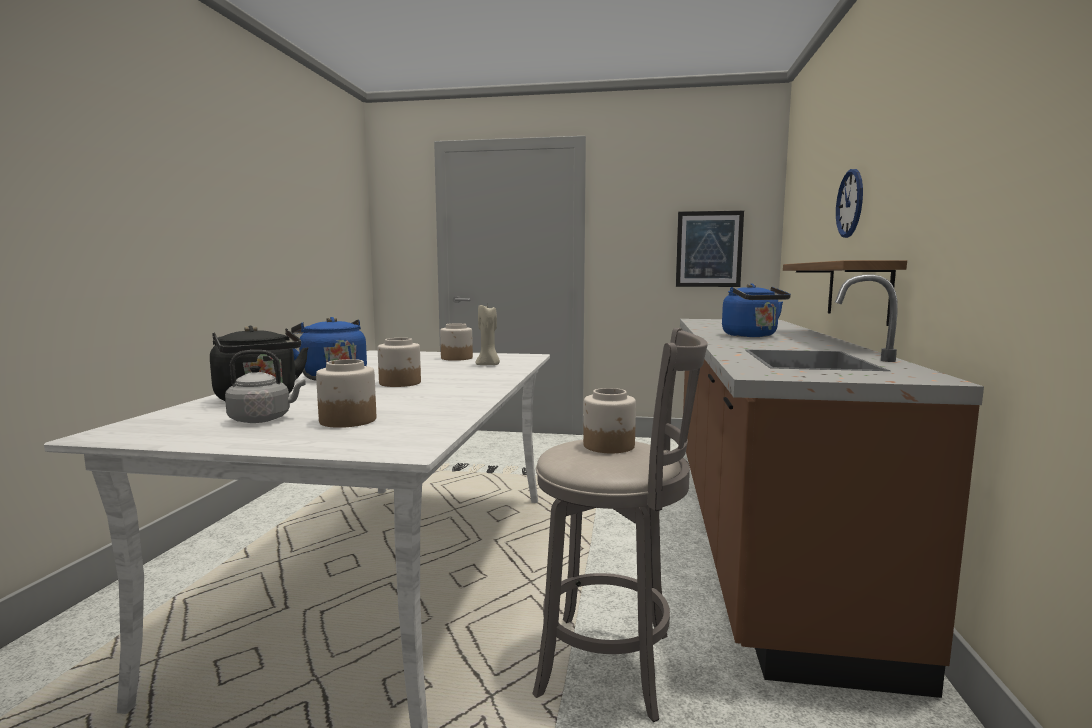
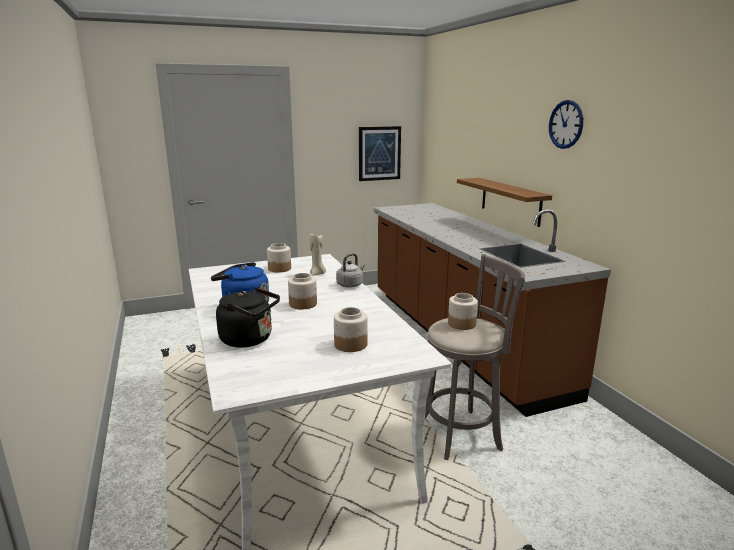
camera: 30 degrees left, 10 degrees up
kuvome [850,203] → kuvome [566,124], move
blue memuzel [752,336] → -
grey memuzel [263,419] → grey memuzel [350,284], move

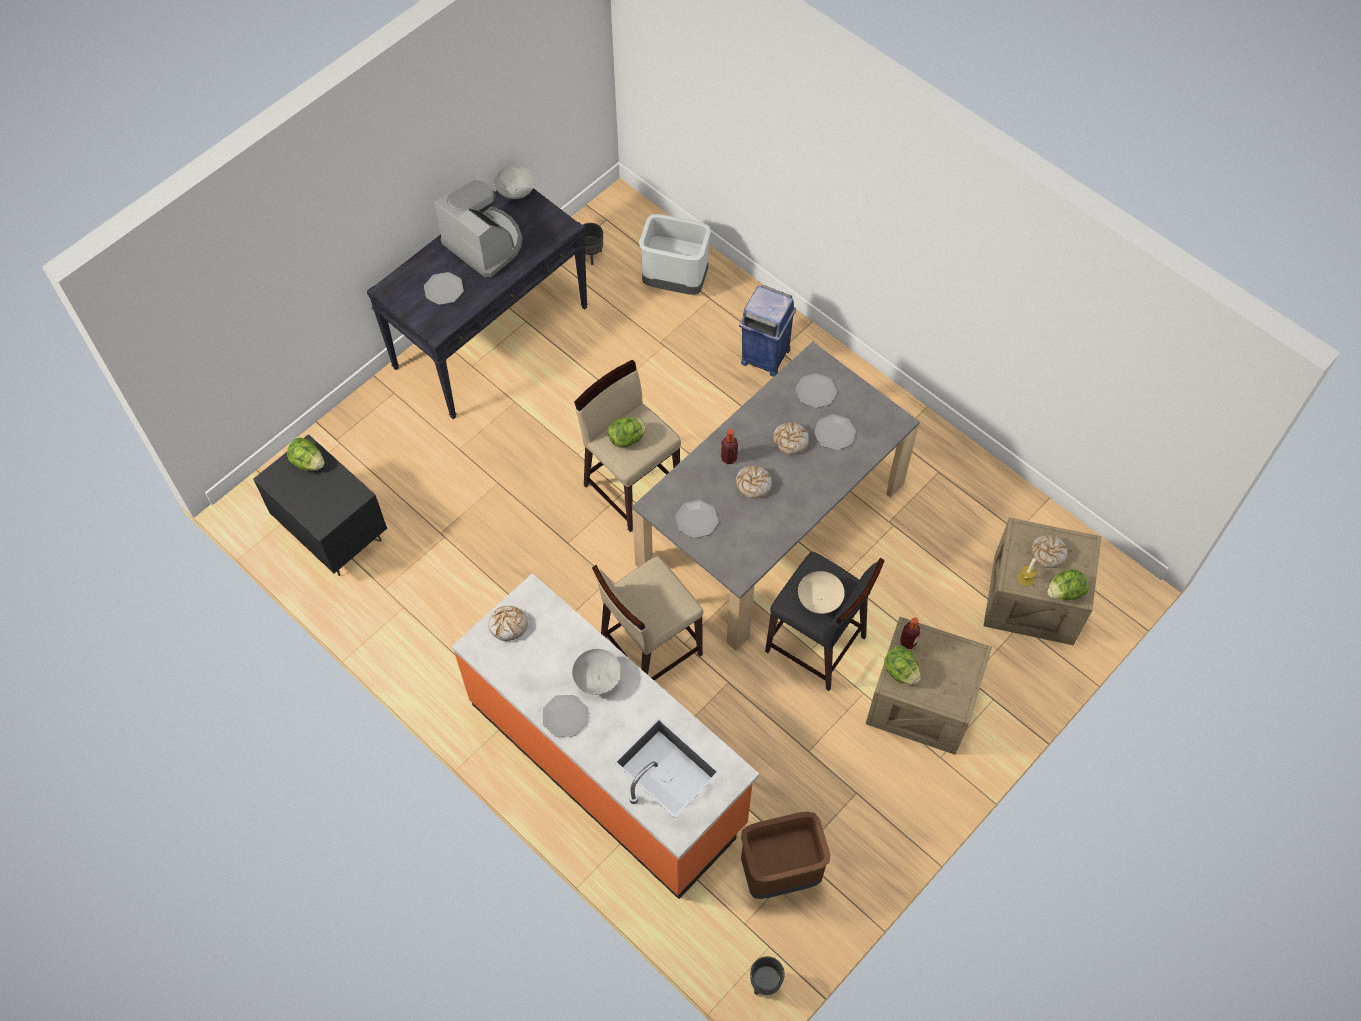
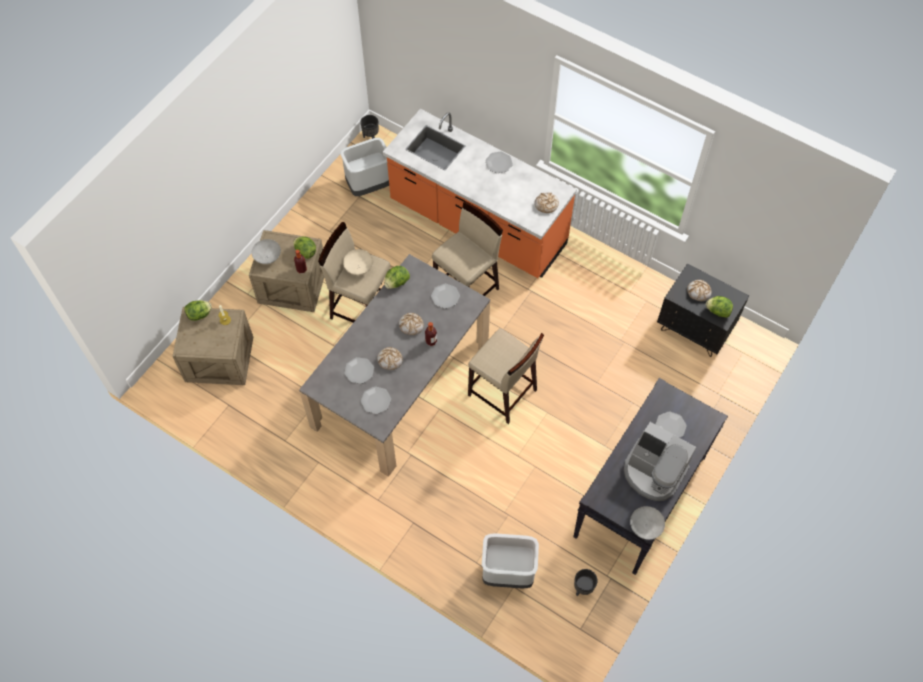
camera: 170 degrees right, 0 degrees up
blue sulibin [764,356] → -
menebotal [627,439] → menebotal [396,282], move
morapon [1047,553] → morapon [699,292], move
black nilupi [816,645] → beige nilupi [361,308]
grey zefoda [596,678] → grey zefoda [268,257], move
brown sulibin [780,871] → grey sulibin [369,187]

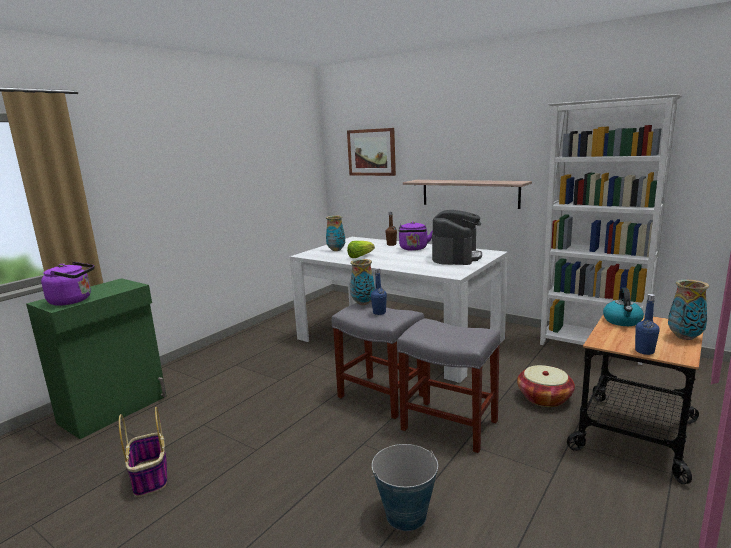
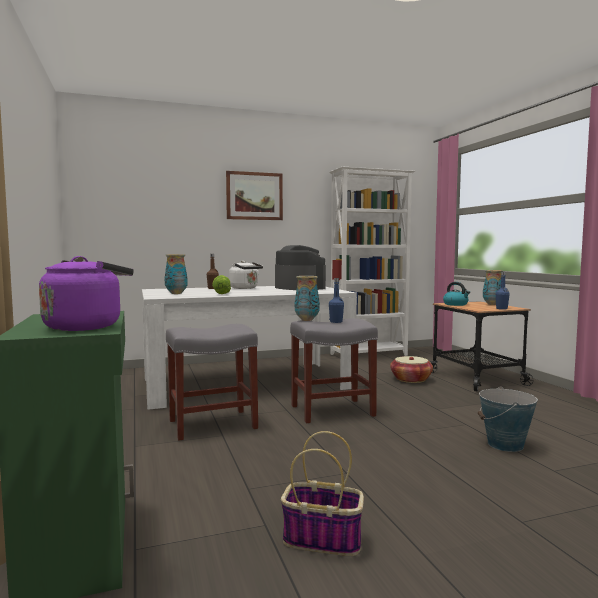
camera: 55 degrees left, 10 degrees down
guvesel [371,152] → guvesel [254,196], move
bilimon [469,193] → -
purple memuzel [413,249] → white memuzel [245,288]
grey nilupi [448,425] → grey nilupi [211,424], move

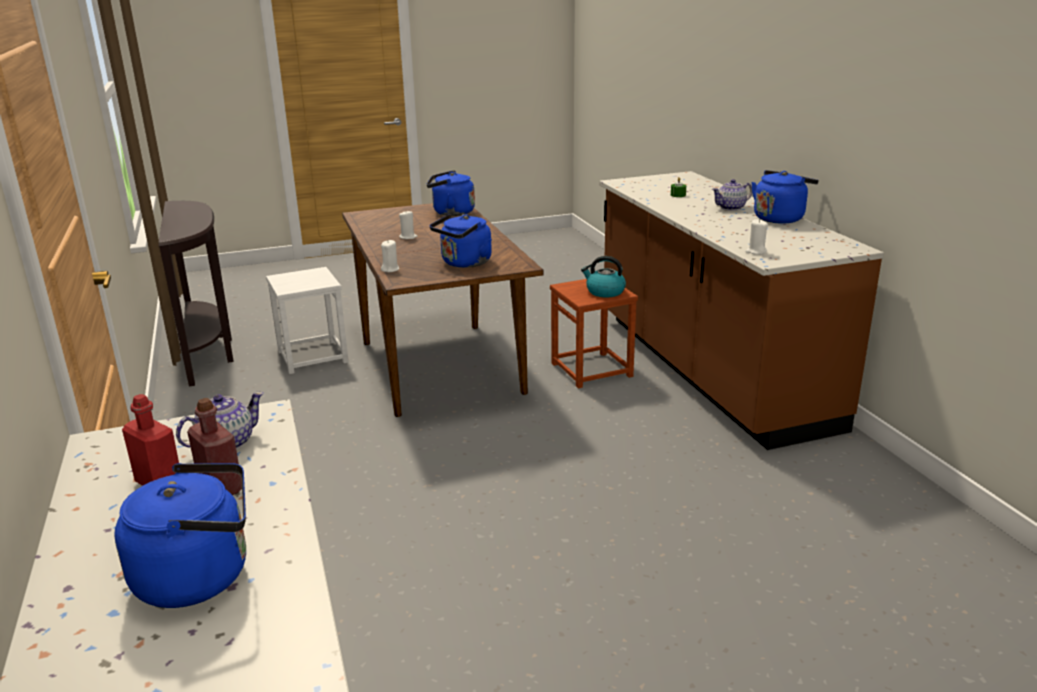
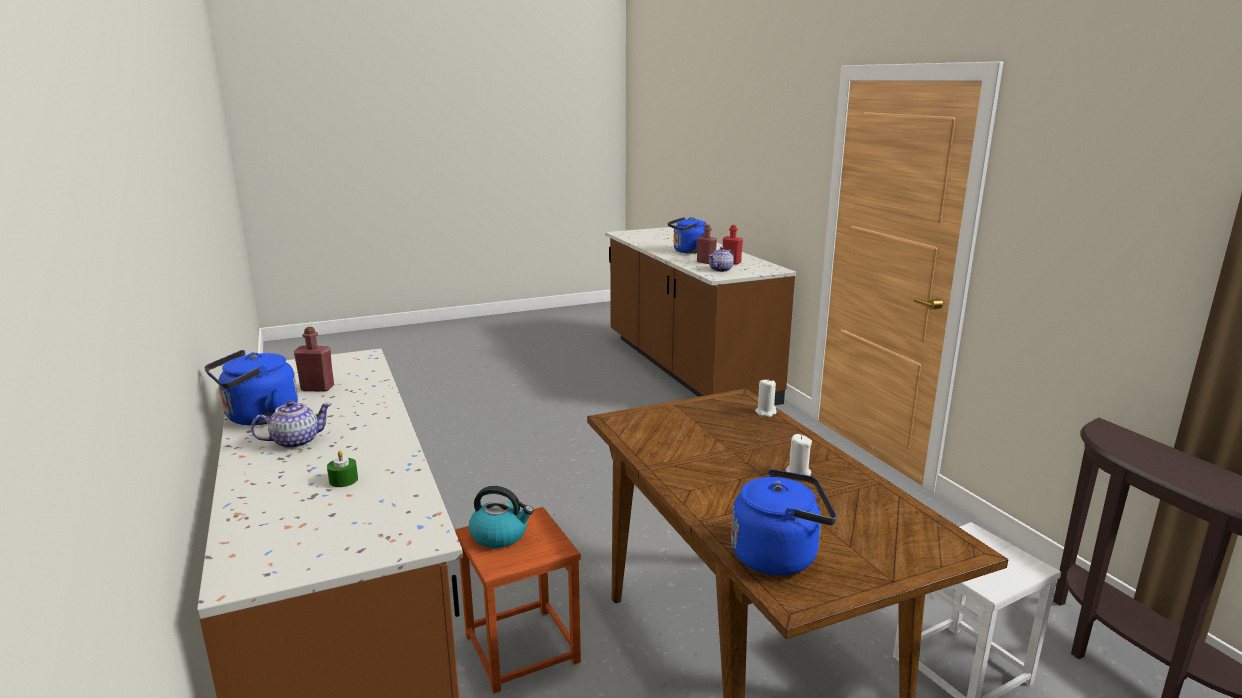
camera: 175 degrees right, 5 degrees down
blue memuzel [464,263] → -
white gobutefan [756,251] → -
- → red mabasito [317,388]

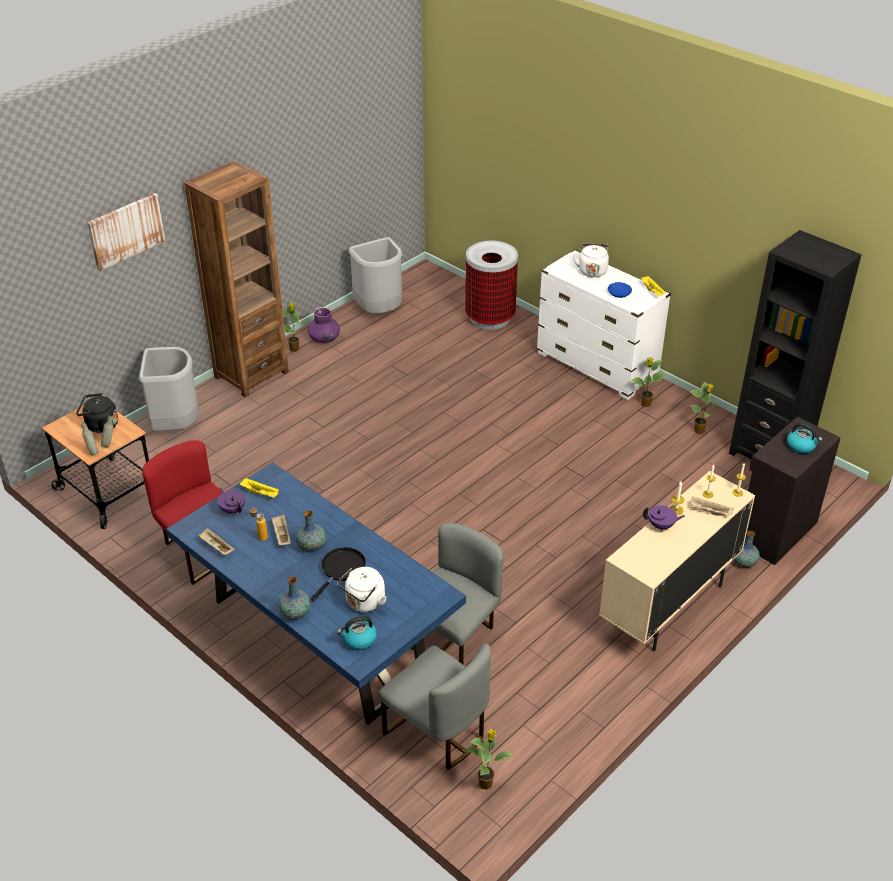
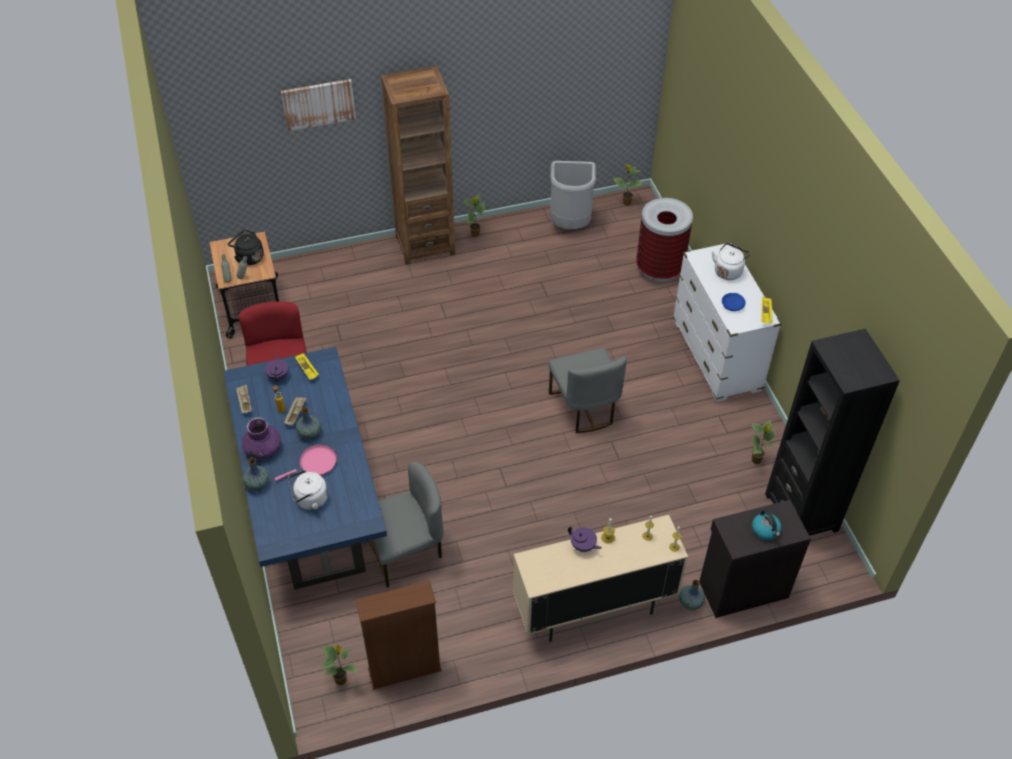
camera: 30 degrees right, 10 degrees up
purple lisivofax [324,338] → purple lisivofax [263,448], move
grey sulibin [176,426] → -
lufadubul [645,404] → lufadubul [626,203], move
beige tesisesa [709,512] → -
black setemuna [341,569] → pink setemuna [315,463]
memuzel [359,640] → -
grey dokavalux [437,732] → grey dokavalux [584,407], move
- → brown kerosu [404,670]

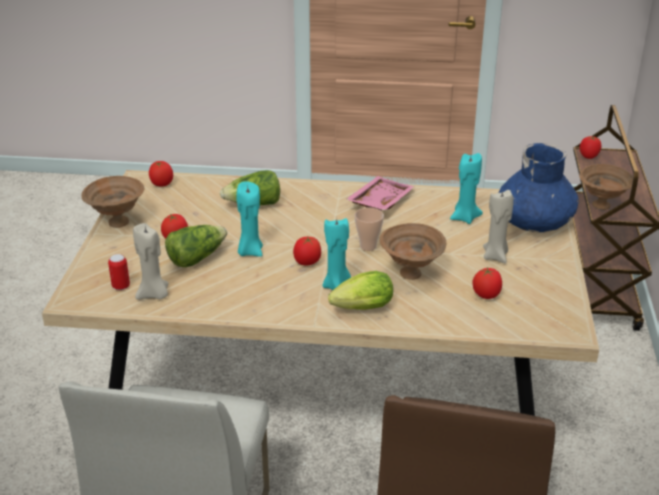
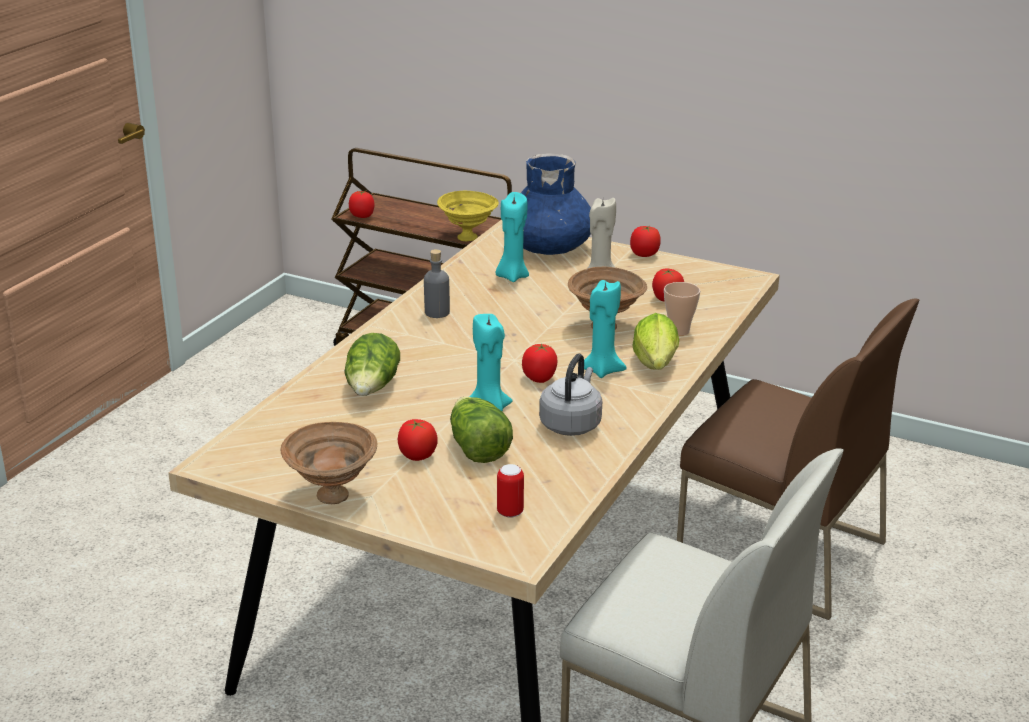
camera: 70 degrees left, 5 degrees down
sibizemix [161,184] → sibizemix [644,255], move
brown zefoda [602,205] → yellow zefoda [468,237]
pink tesisesa [379,202] → grey mabasito [437,312]
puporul [368,246] → puporul [679,331], move
beige gobutefan [154,294] → -
- → grey memuzel [571,424]

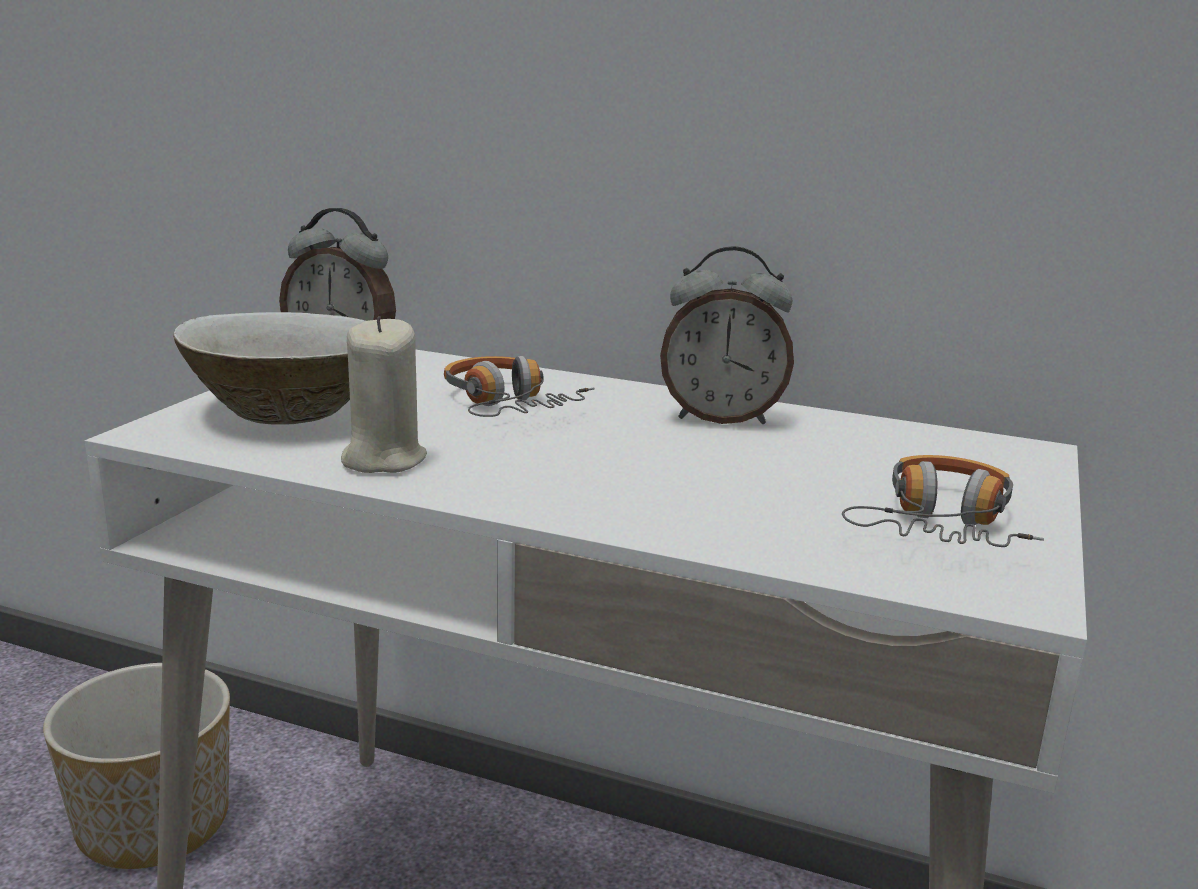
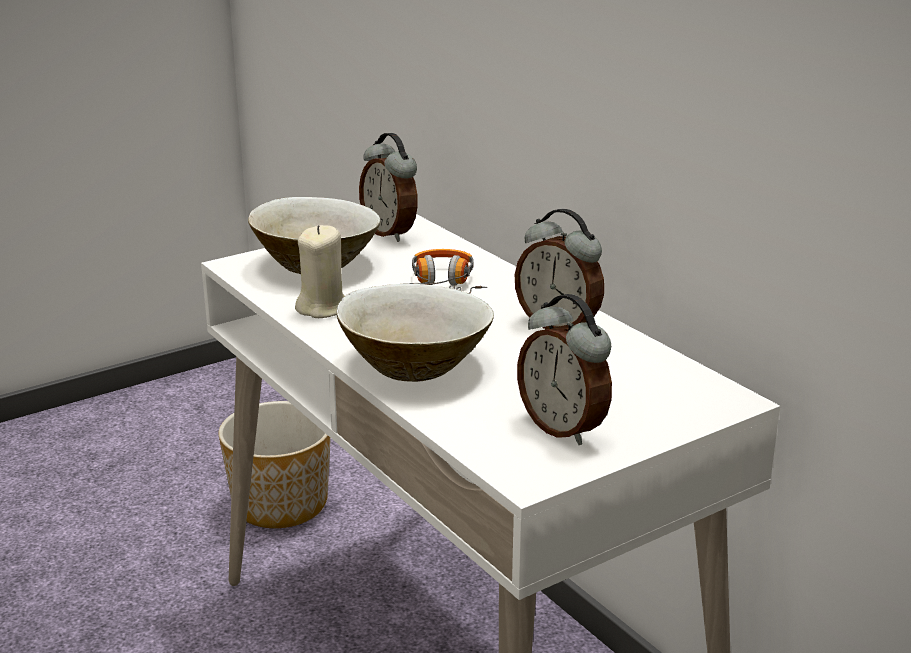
camera: 35 degrees right, 5 degrees up
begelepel [940,524] → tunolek [564,428]
- → beige zefoda [415,366]

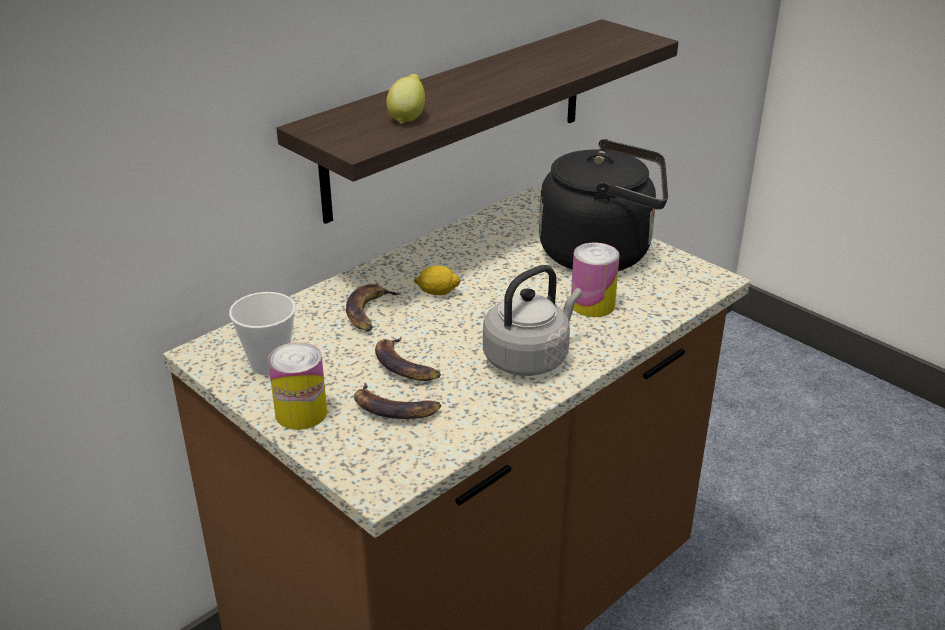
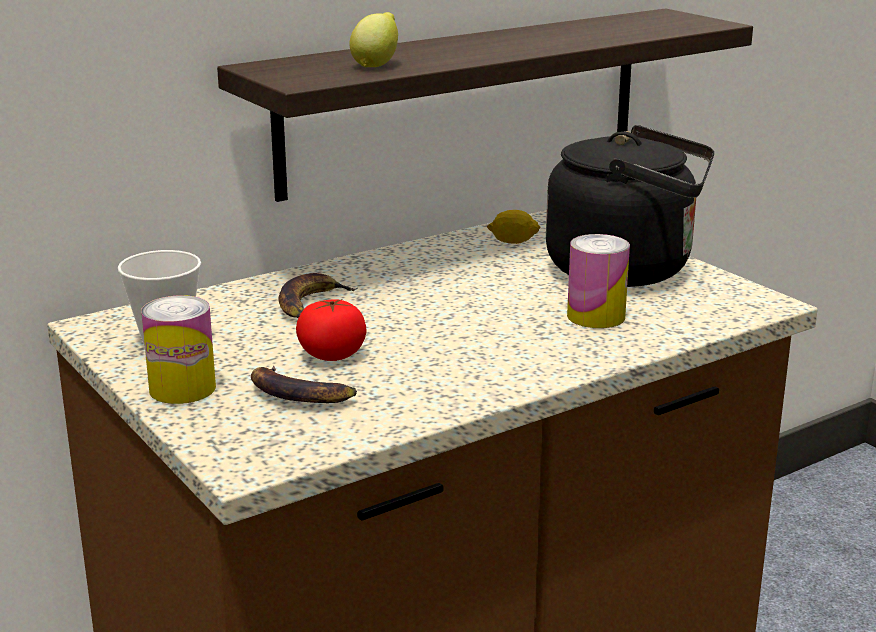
camera: 10 degrees right, 10 degrees down
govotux [437,292] → govotux [513,242], move
grey memuzel [529,358] → -
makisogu [405,365] → sibizemix [332,355]

